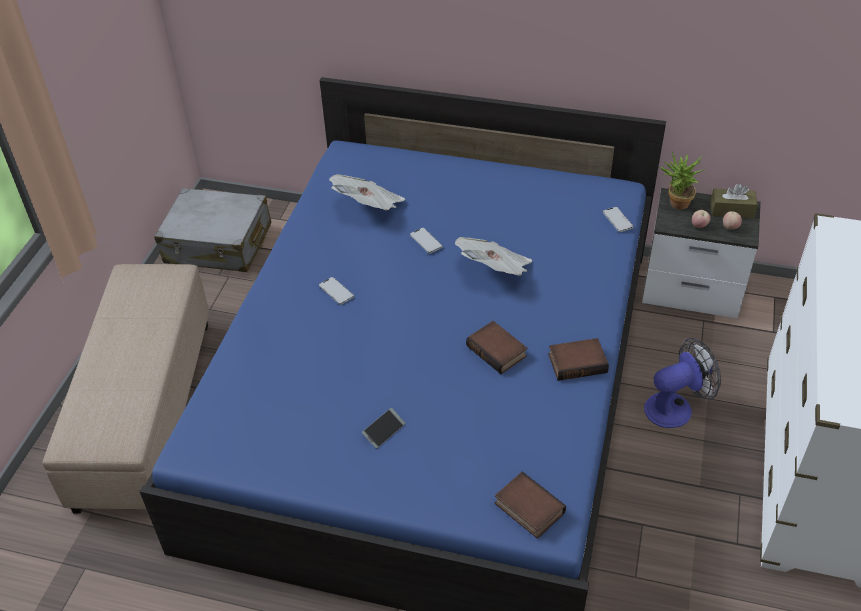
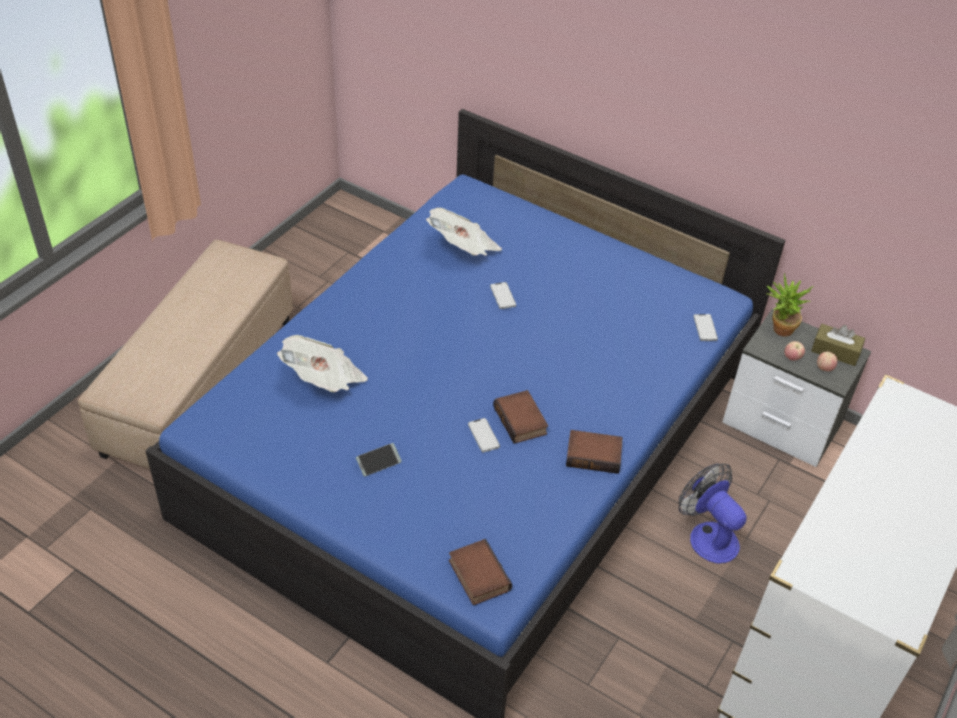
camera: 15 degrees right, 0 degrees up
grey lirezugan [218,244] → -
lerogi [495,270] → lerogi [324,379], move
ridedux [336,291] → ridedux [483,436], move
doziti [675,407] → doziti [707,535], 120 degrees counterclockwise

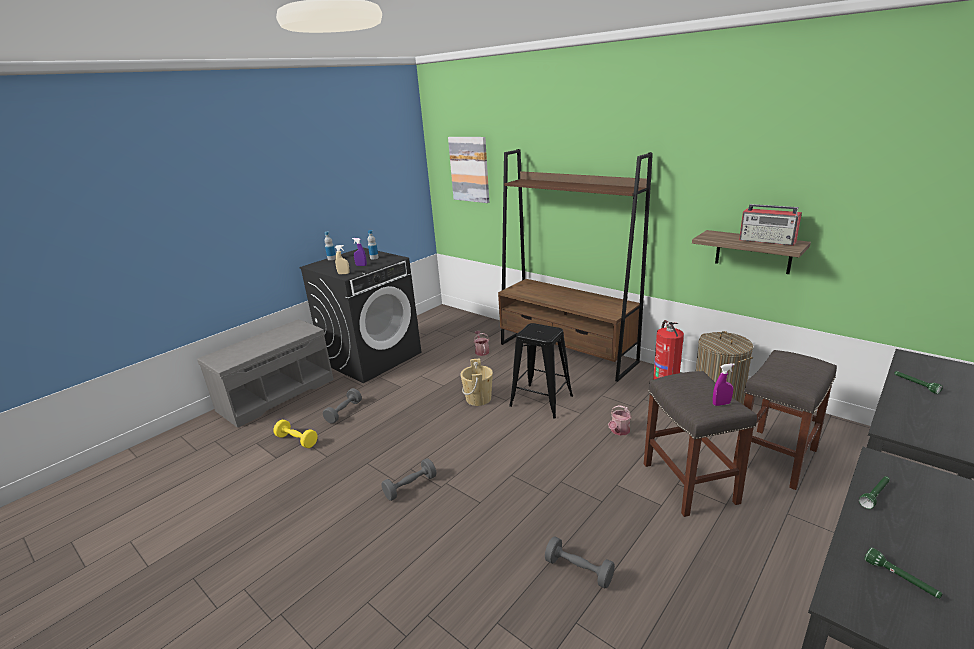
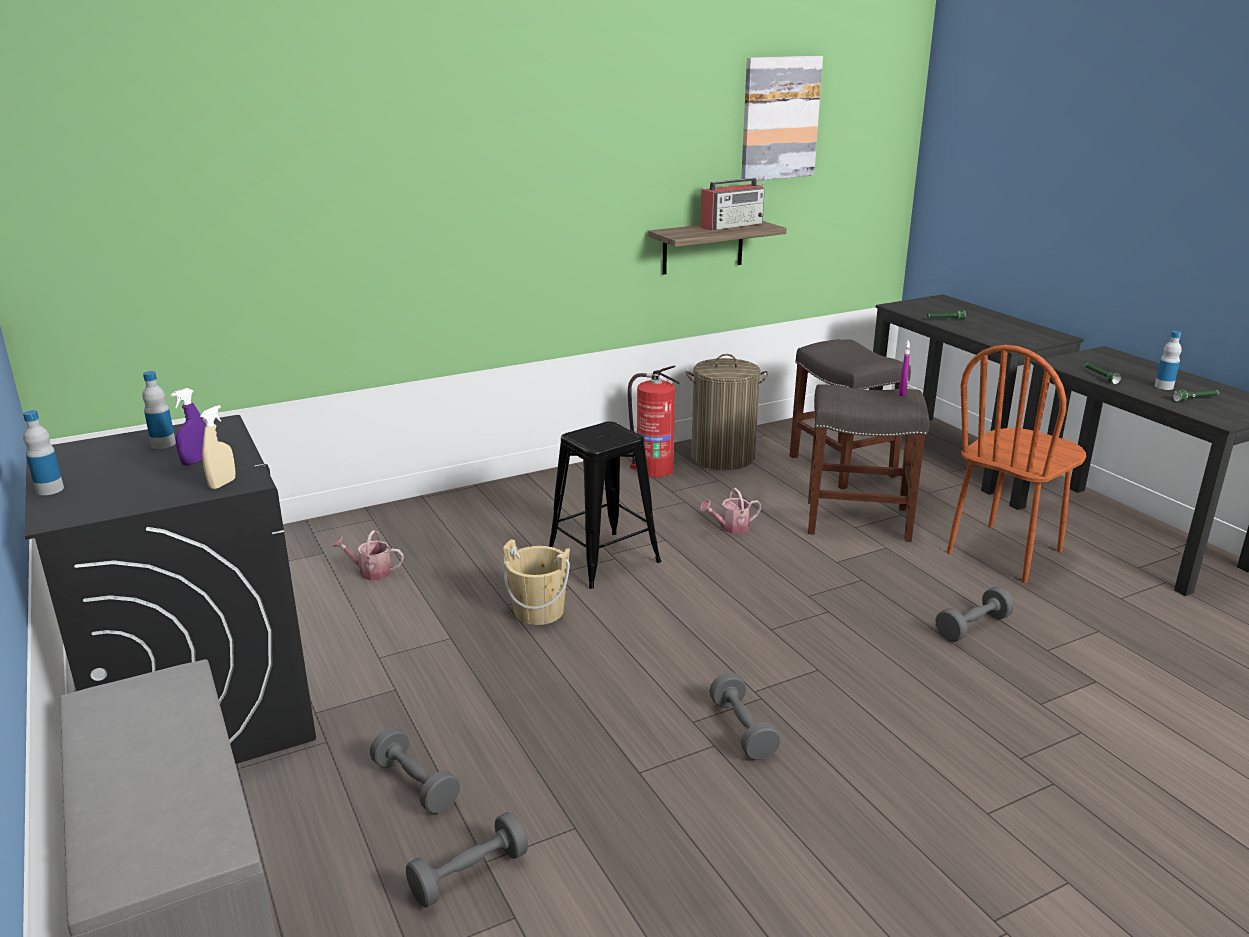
camera: 70 degrees left, 0 degrees up
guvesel [469,169] → guvesel [779,118], move
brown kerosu [567,353] → -
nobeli [619,431] → nobeli [730,528], 105 degrees clockwise
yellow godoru [297,440] → grey godoru [469,875]
- → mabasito [1163,387]
- → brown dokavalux [1005,552]

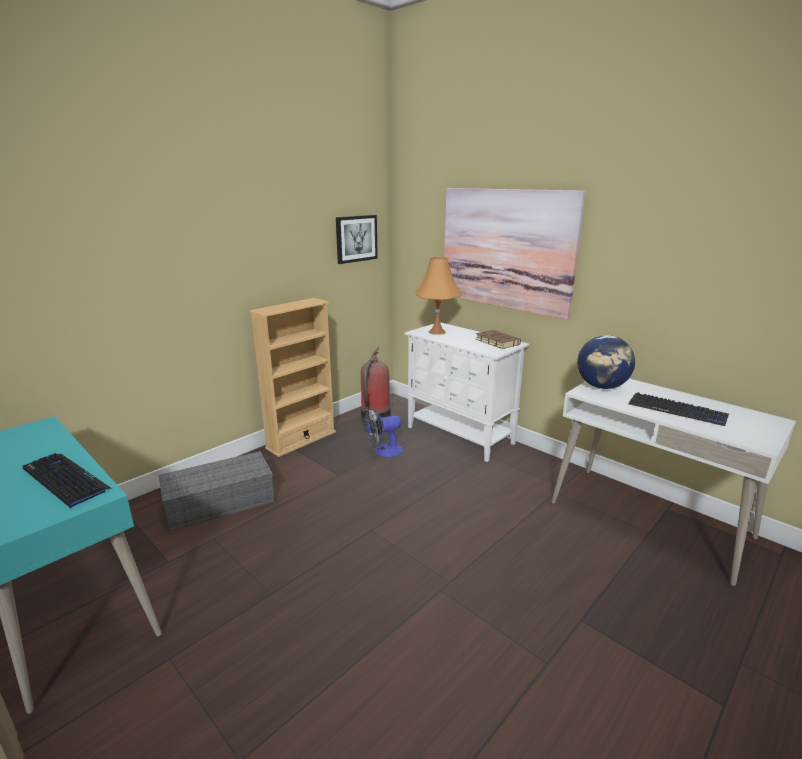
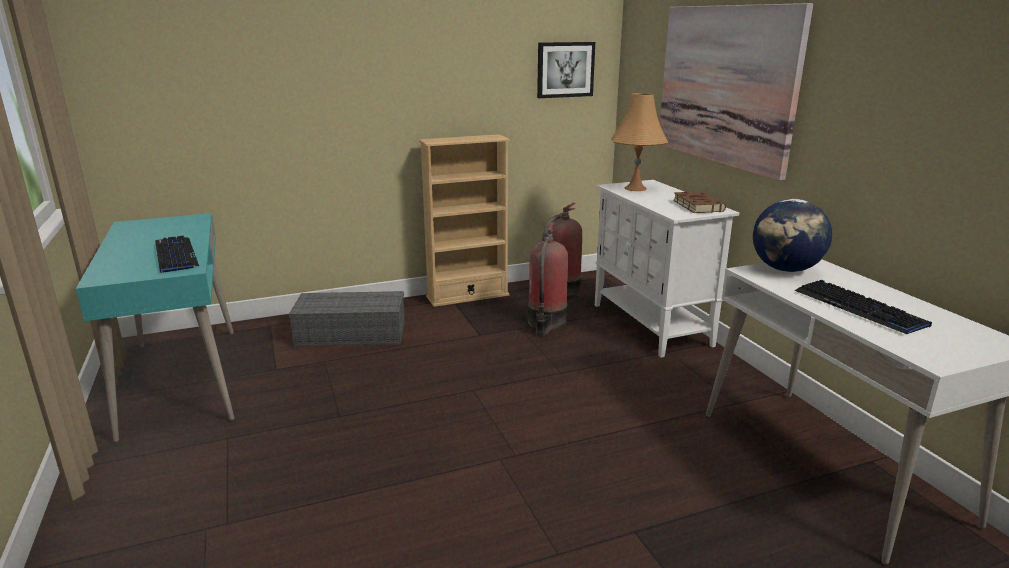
camera: 25 degrees right, 0 degrees up
doziti [383,451] → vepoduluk [546,323]

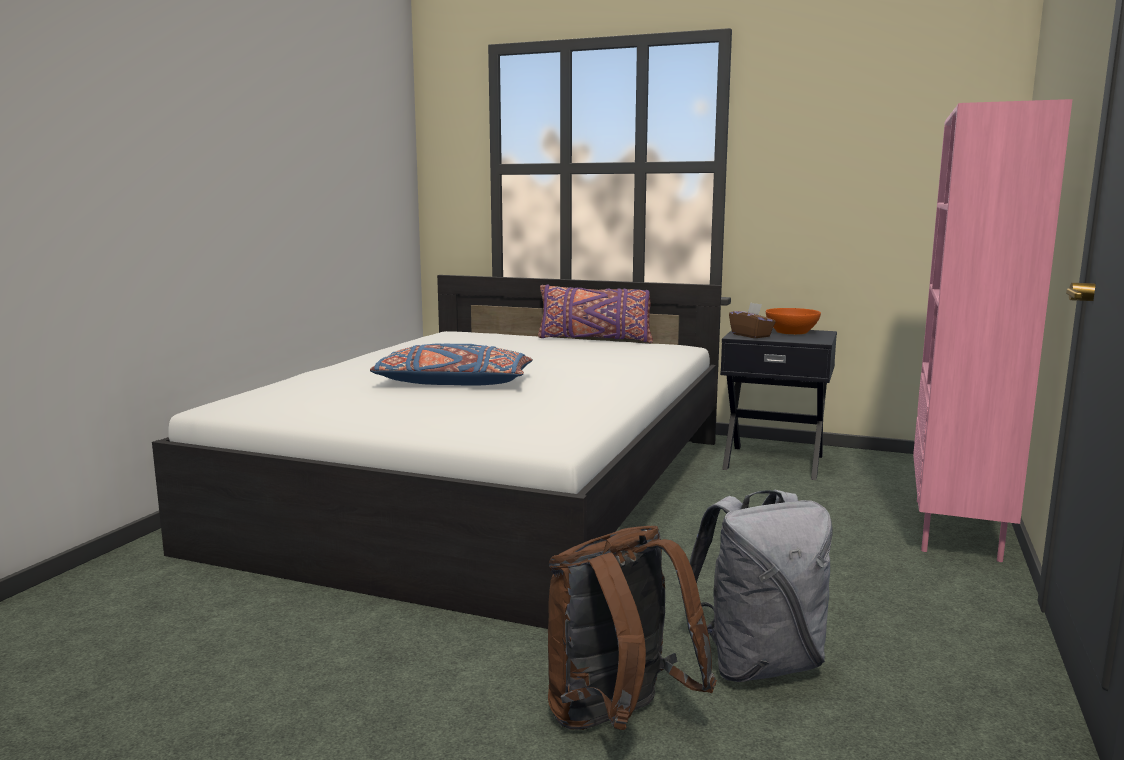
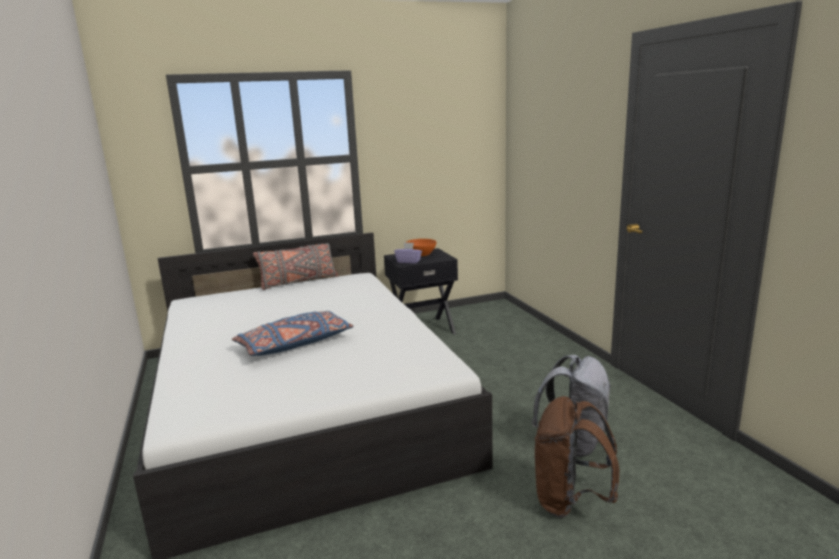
camera: 40 degrees left, 5 degrees up
pink kerosu [958,529] → -
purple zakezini [595,339] → grey zakezini [299,282]
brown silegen [751,335] → purple silegen [408,261]

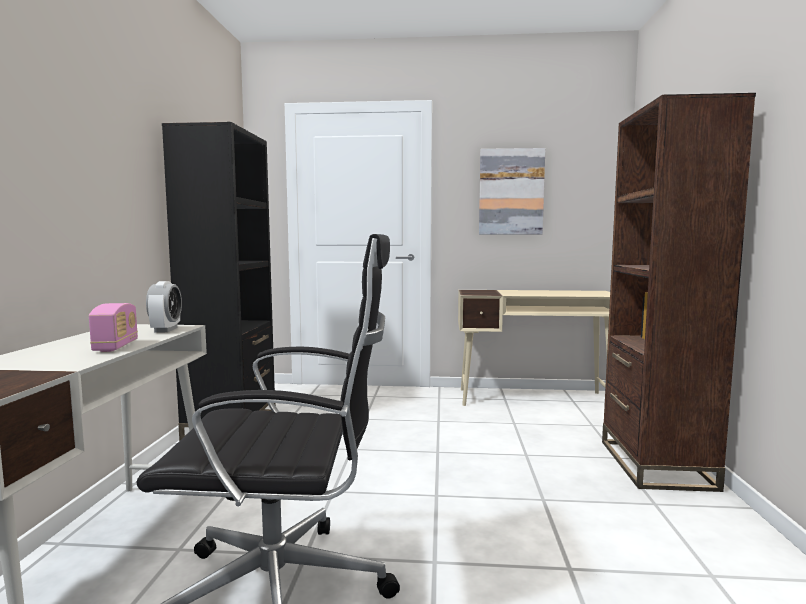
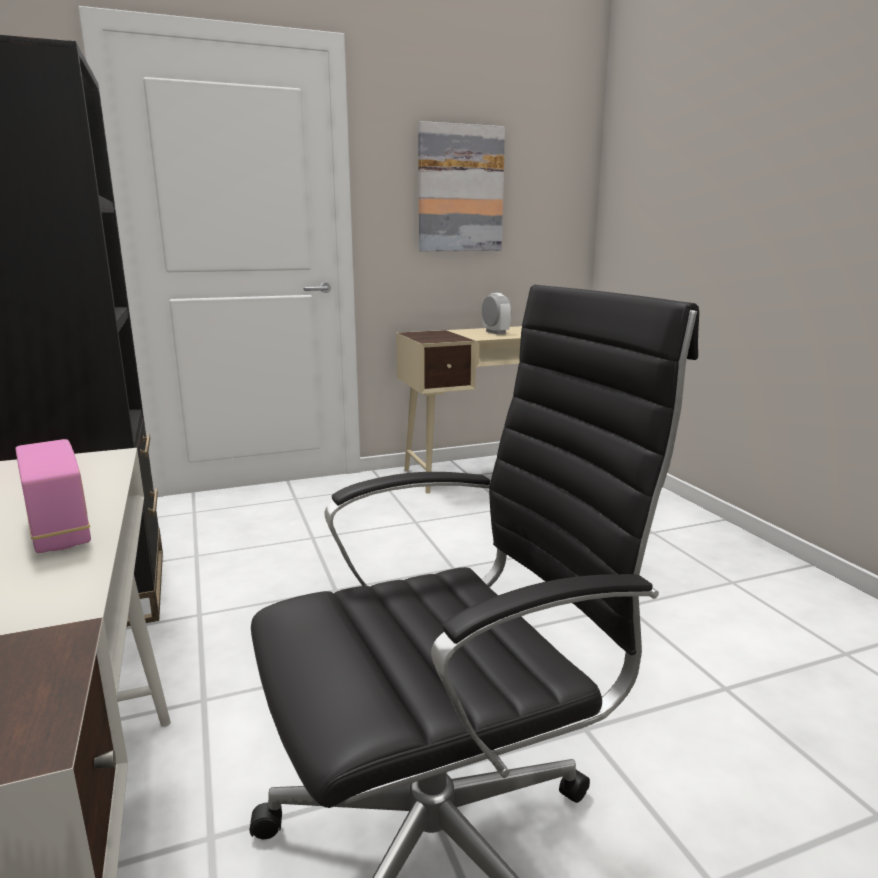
camera: 25 degrees left, 10 degrees up
brown kerosu [655,464] → -
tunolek [166,330] → tunolek [495,332], move

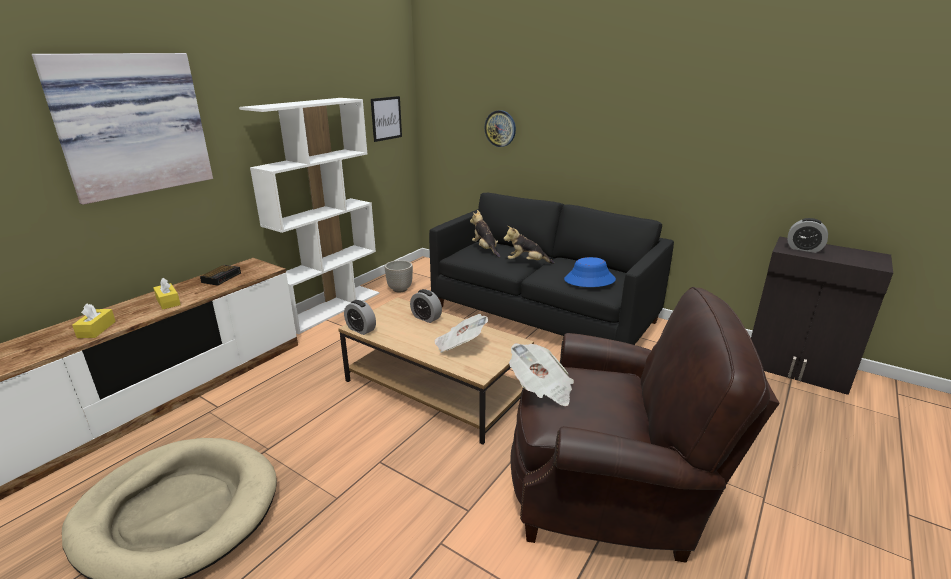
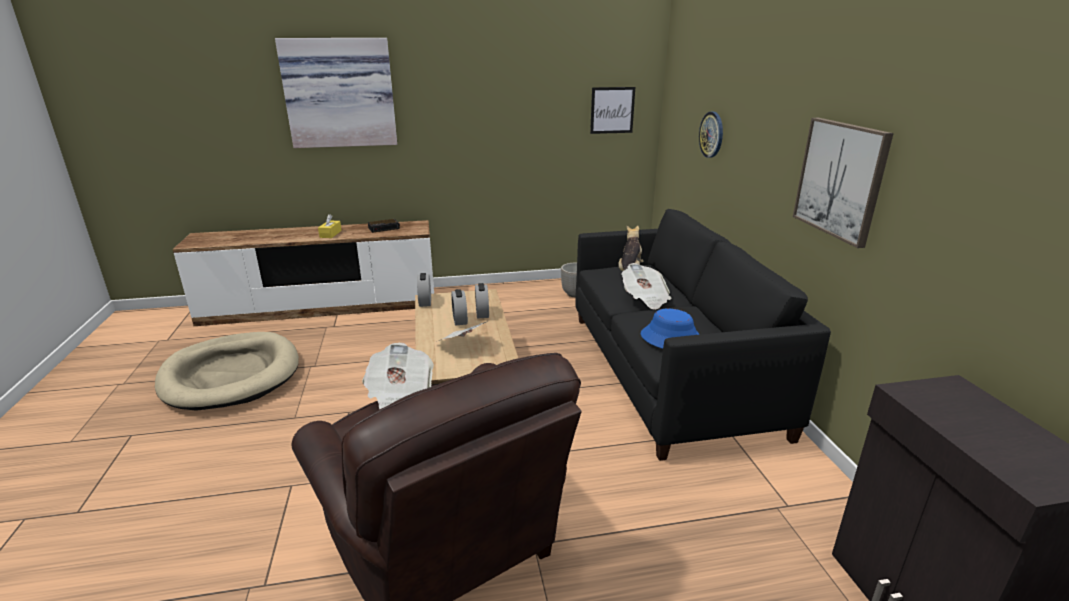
camera: 45 degrees right, 0 degrees up
white kerosu [331,308] → -
tunolek [804,249] → tunolek [460,320], move
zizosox [526,262] → lerogi [645,298]
yellow silegen [96,329] → -
- → guvesel [840,179]

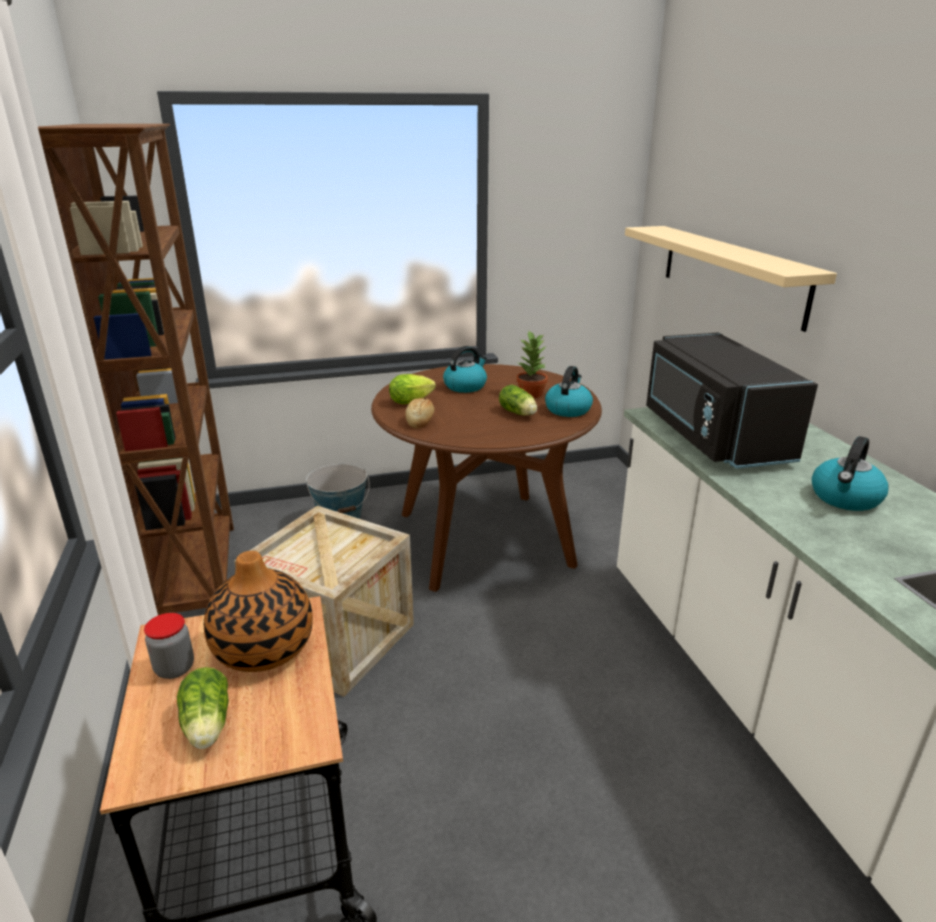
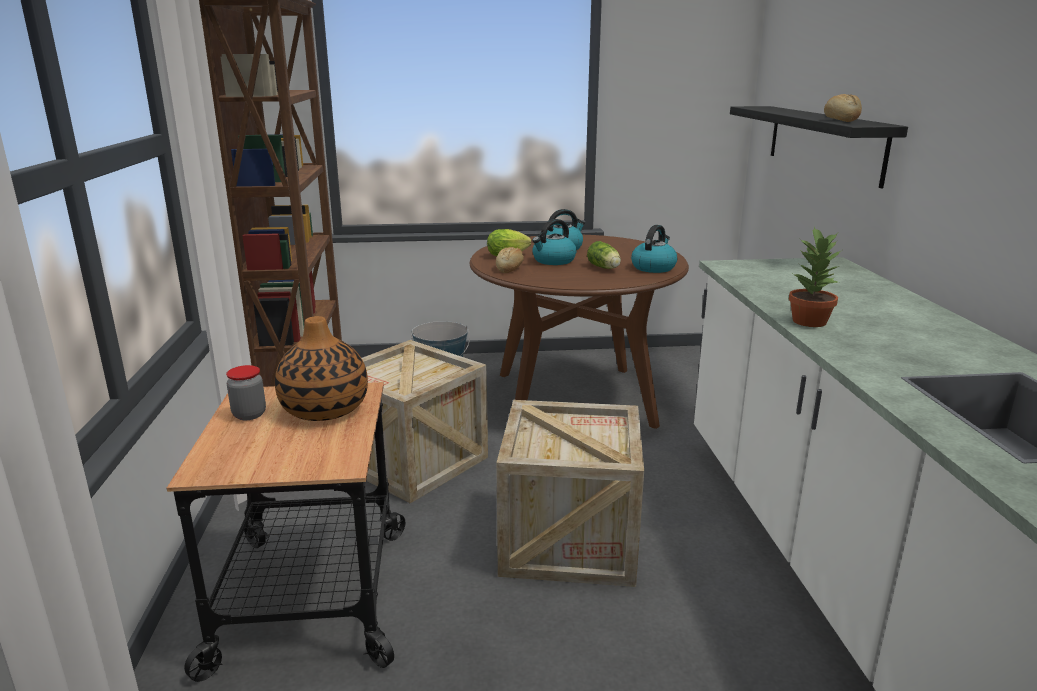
camera: 10 degrees right, 5 degrees down
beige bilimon [731,273] → black bilimon [823,142]
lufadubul [531,394] → lufadubul [810,321], move
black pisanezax [711,436] → -
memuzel [845,498] → memuzel [553,261], move
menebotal [207,726] → -
- → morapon [841,120]
- → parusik [569,539]

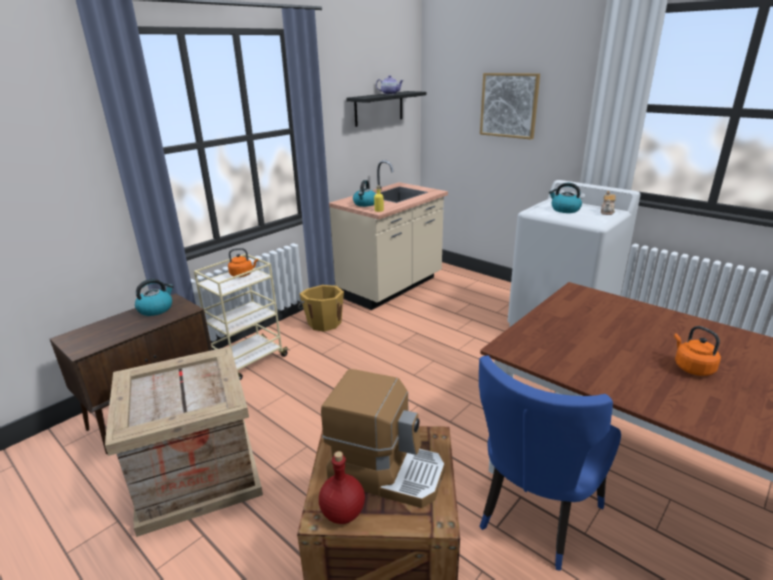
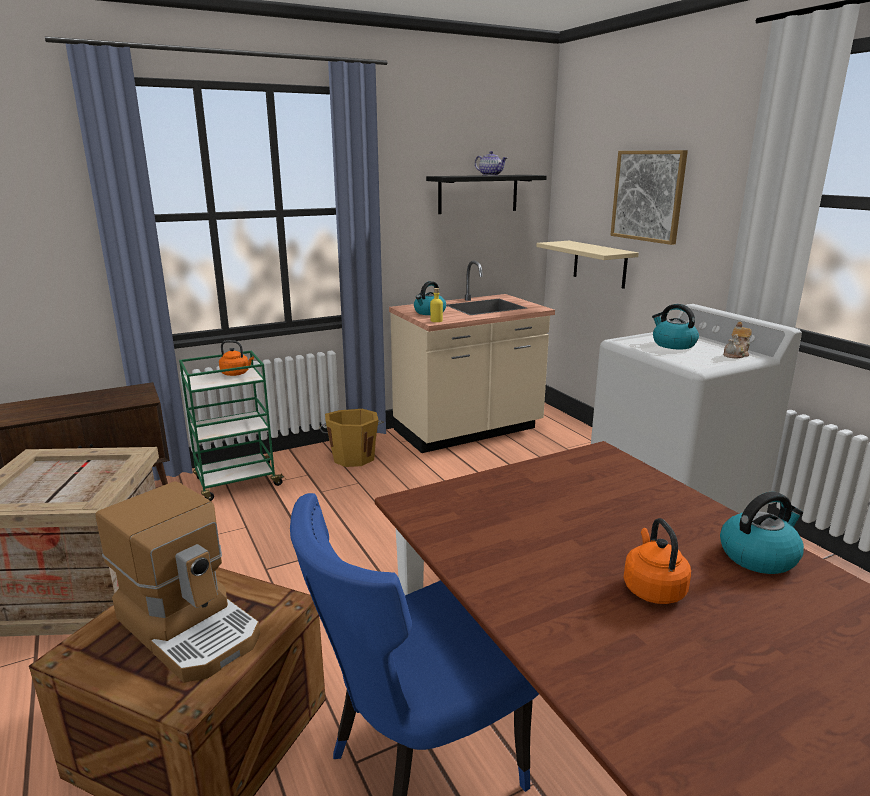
camera: 20 degrees right, 5 degrees down
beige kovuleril [249,361] → green kovuleril [237,482]
memuzel [156,309] → memuzel [758,556], move
red mabasito [343,513] → -
- → beige bilimon [599,264]

